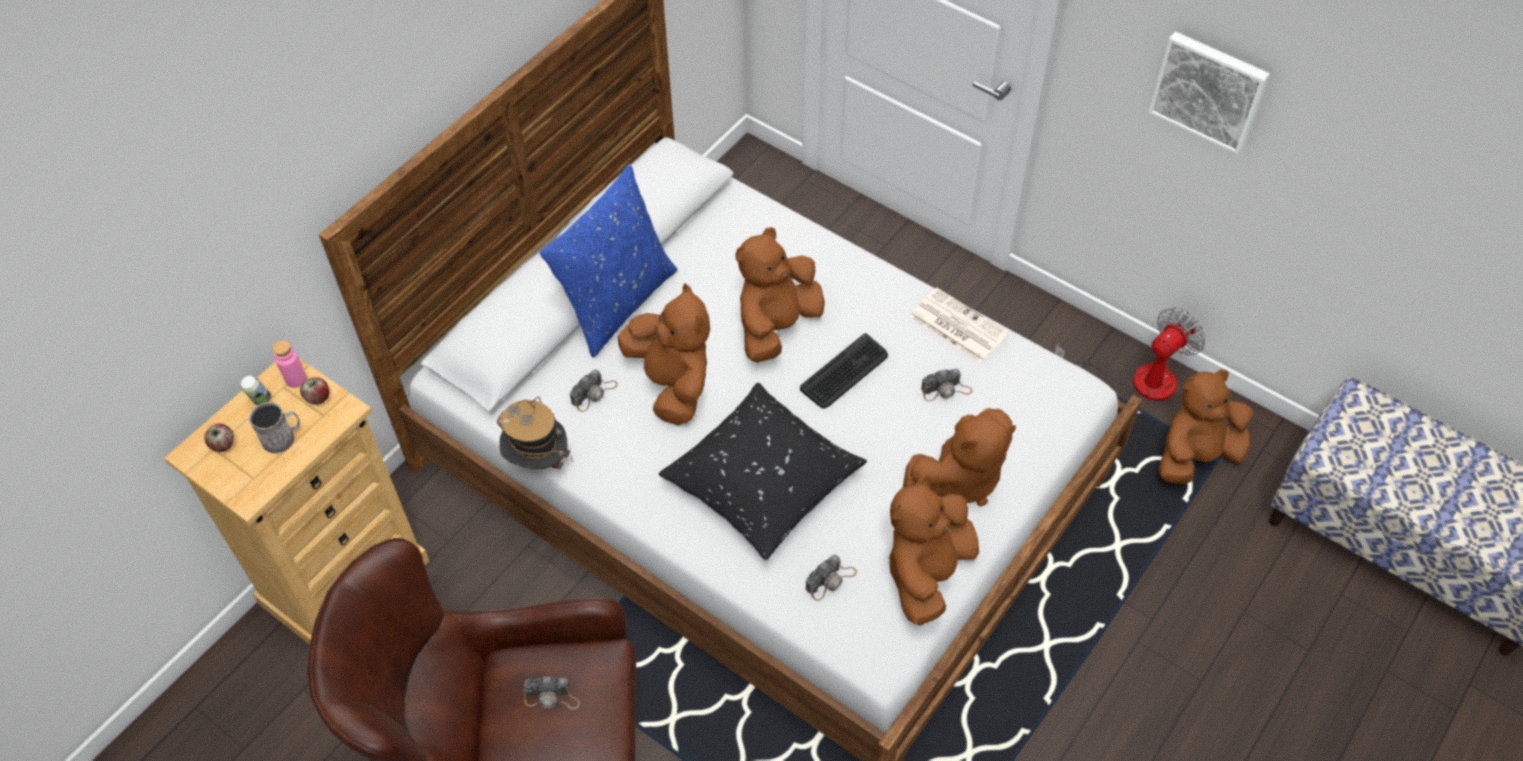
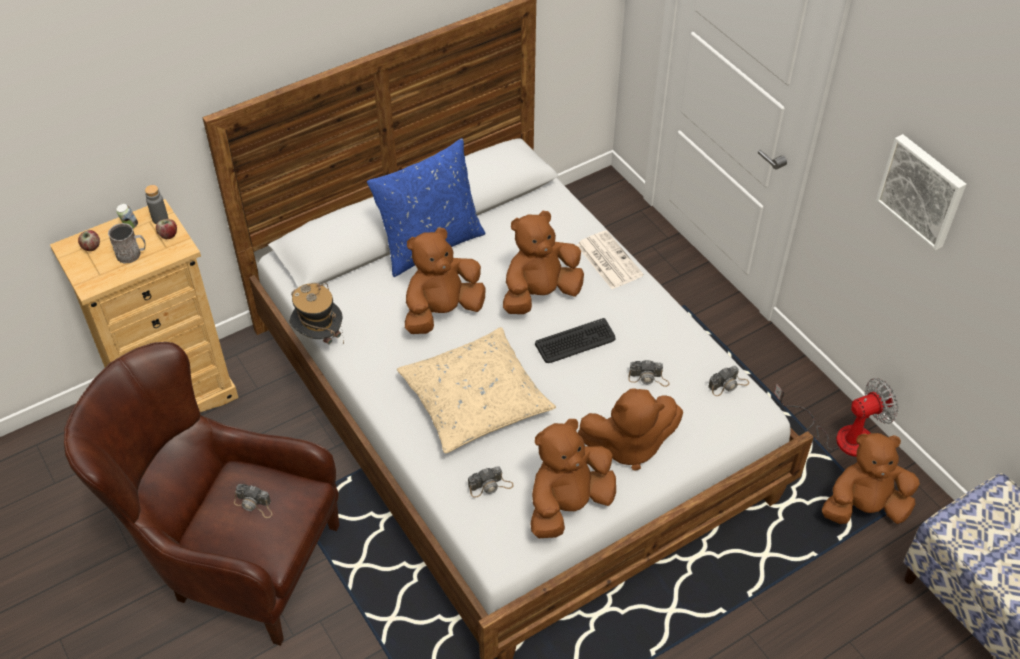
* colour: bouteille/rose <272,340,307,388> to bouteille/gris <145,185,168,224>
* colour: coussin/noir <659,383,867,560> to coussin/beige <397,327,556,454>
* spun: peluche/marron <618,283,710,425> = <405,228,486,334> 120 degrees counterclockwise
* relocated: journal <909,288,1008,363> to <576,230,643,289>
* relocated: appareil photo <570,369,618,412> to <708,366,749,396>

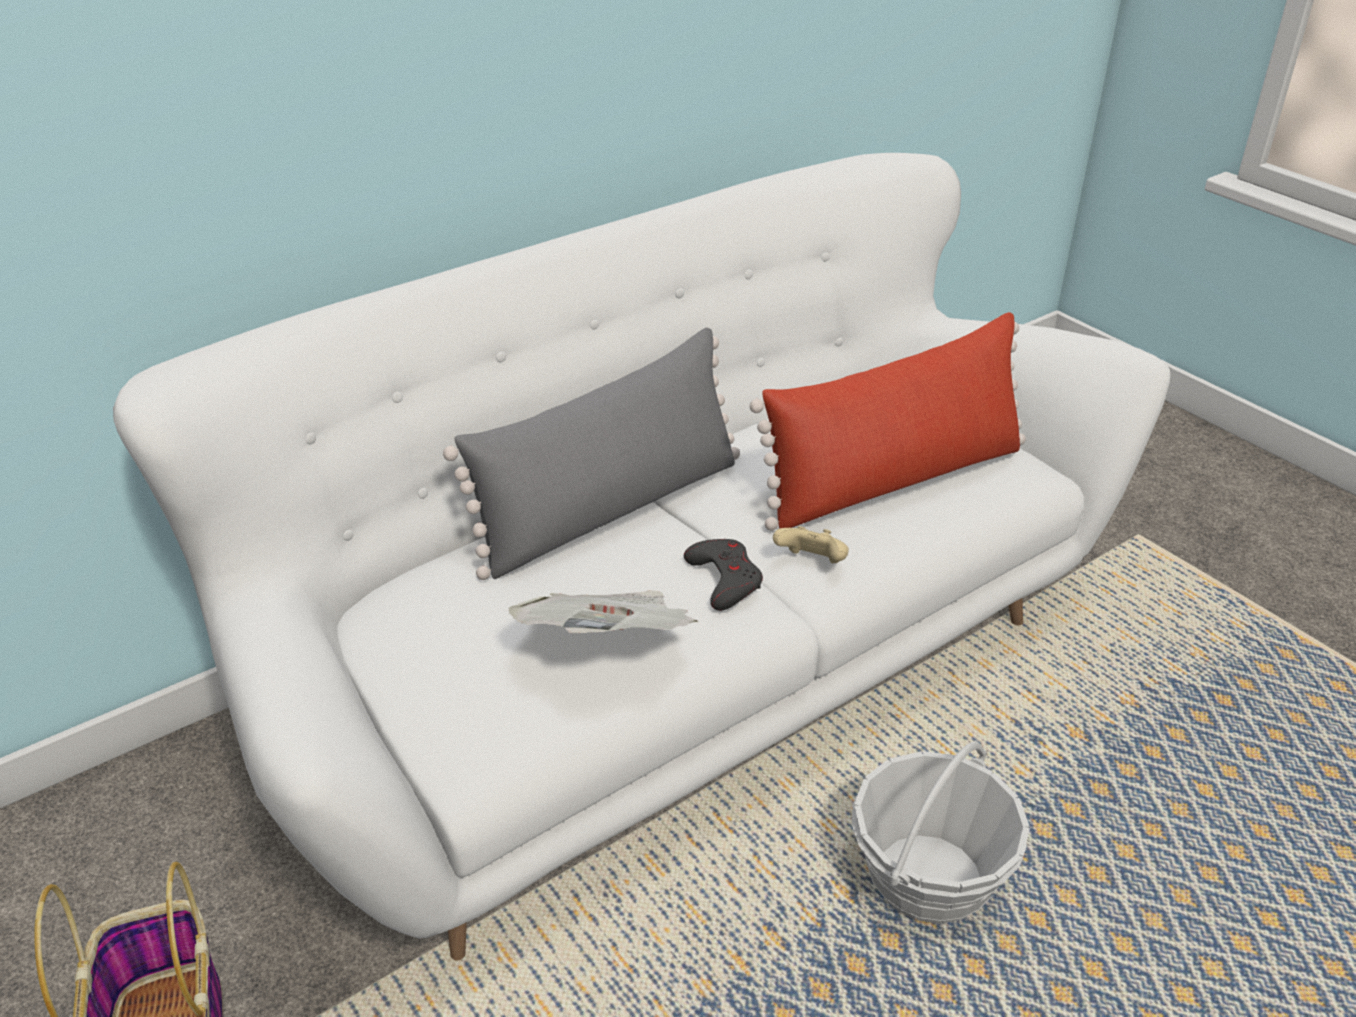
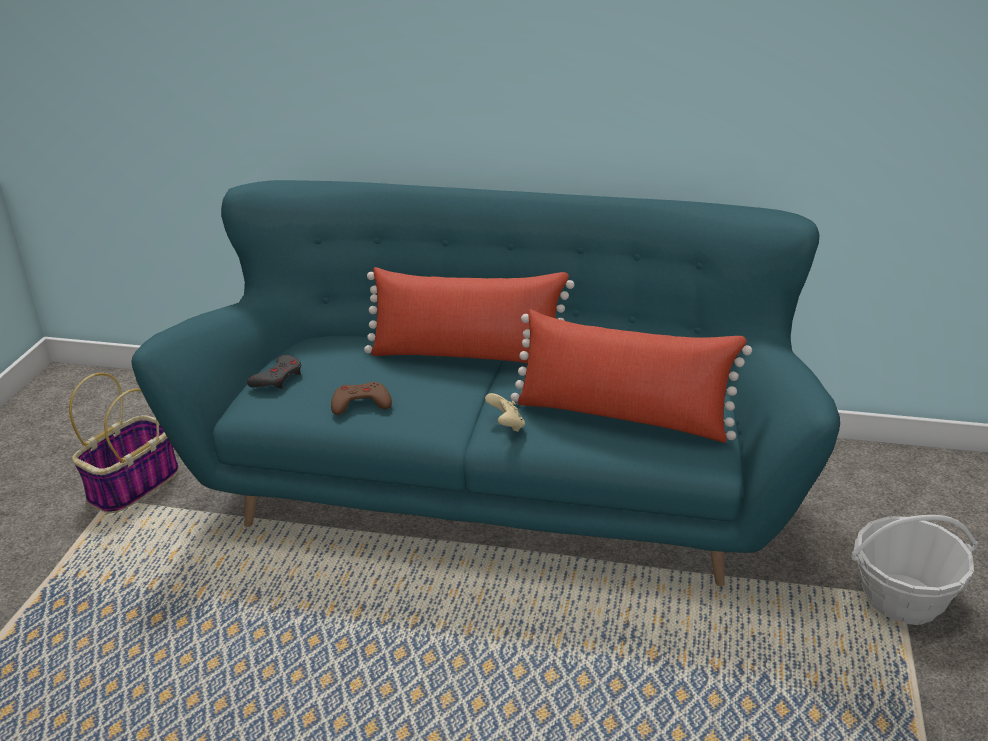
* colour: canapé/blanc <113,153,1170,960> to canapé/turquoise <132,180,840,586>
* relocated: manette/gris <684,539,763,611> to <247,355,301,389>
* exchanged: journal <509,590,698,633> to manette/marron <331,382,392,415>
* colour: coussin/gris <443,328,740,580> to coussin/rouge <364,267,574,363>
* relocated: panier <852,741,1030,924> to <851,515,978,625>

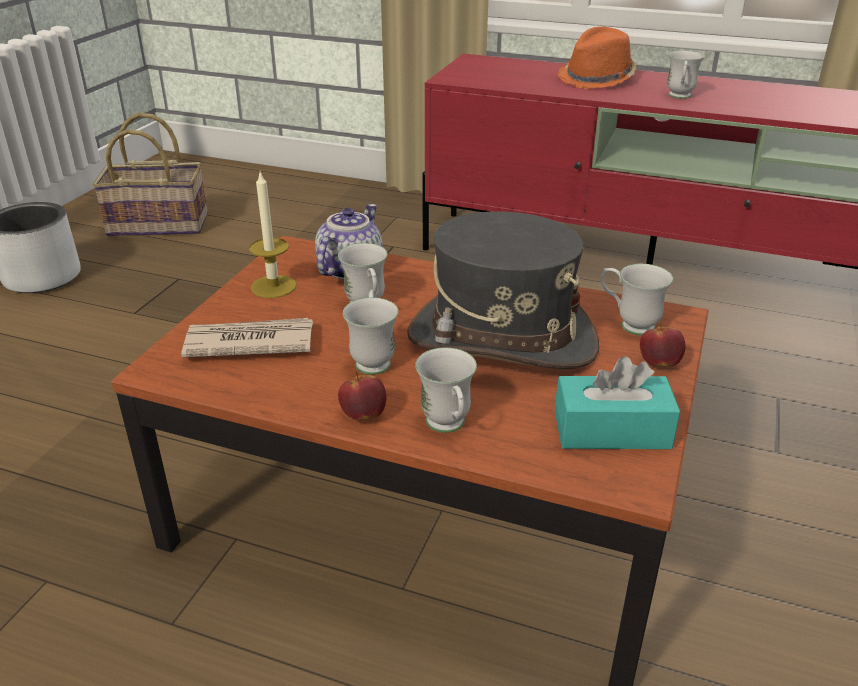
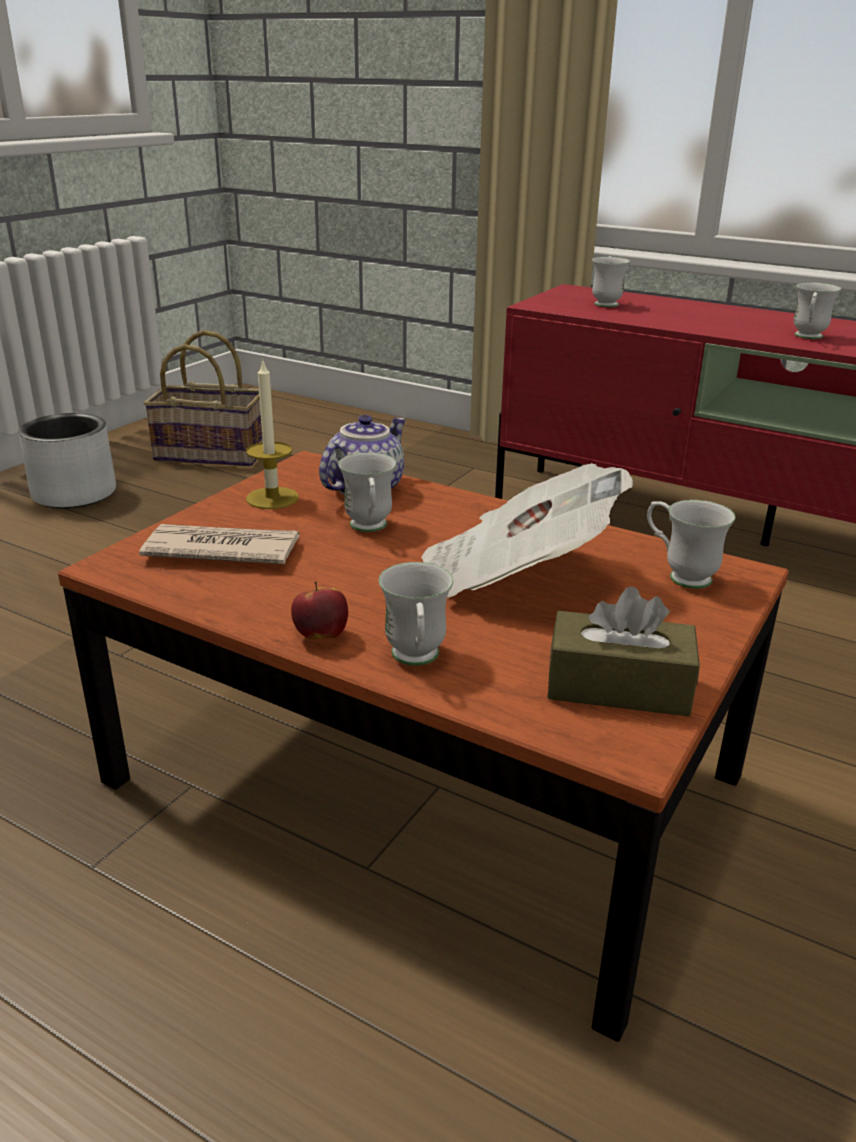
* exchanged: chapeau/gris <407,211,599,369> to journal <421,463,633,598>
* colour: boîte à mouchoirs/turquoise <555,356,681,449> to boîte à mouchoirs/marron <547,586,700,716>
* relocated: mug/blanc <343,291,399,375> to <592,256,630,307>
* missing: chapeau/orange <558,27,636,89>
* missing: pomme <640,322,686,366>

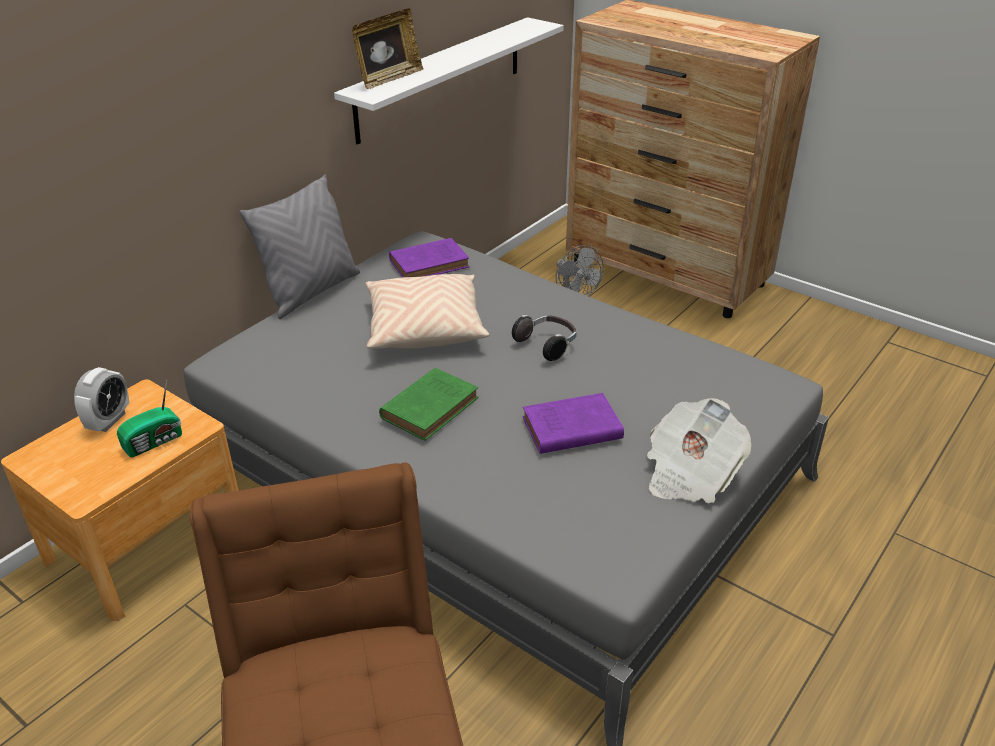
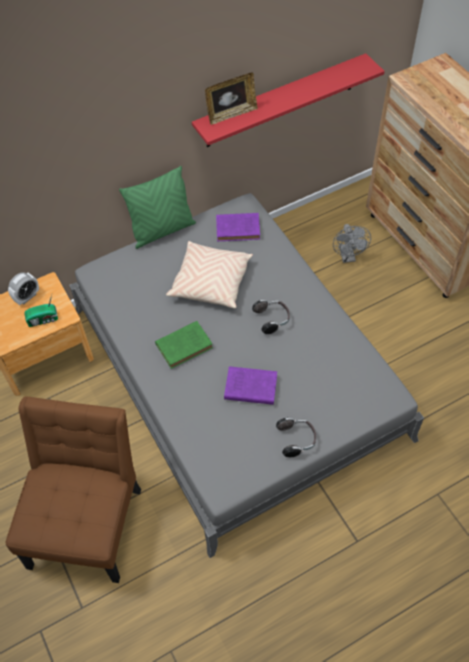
* colour: coussin/gris <239,174,360,319> to coussin/vert <119,166,196,249>
* colour: étagère/blanc <334,17,564,144> to étagère/rouge <192,53,385,147>
* exchanged: journal <647,398,752,503> to casque audio <276,417,316,457>

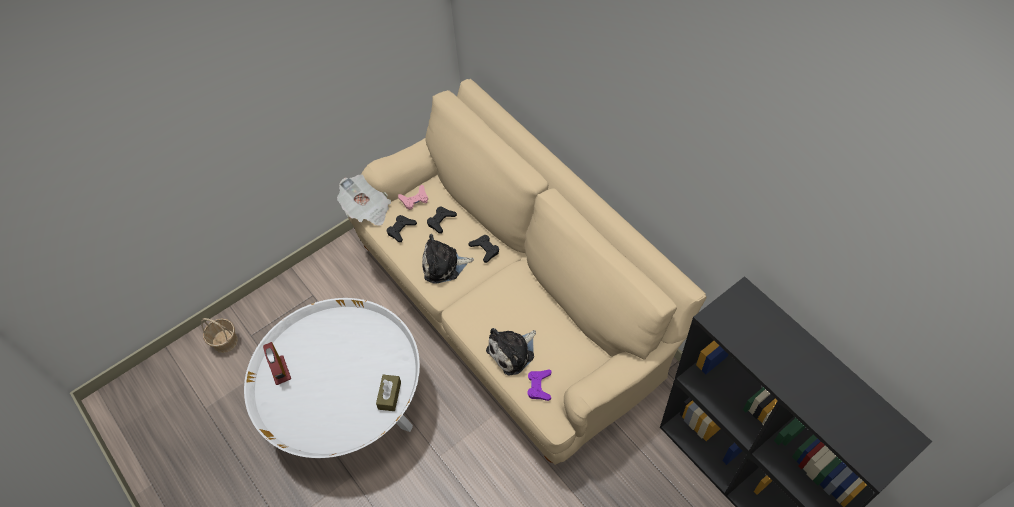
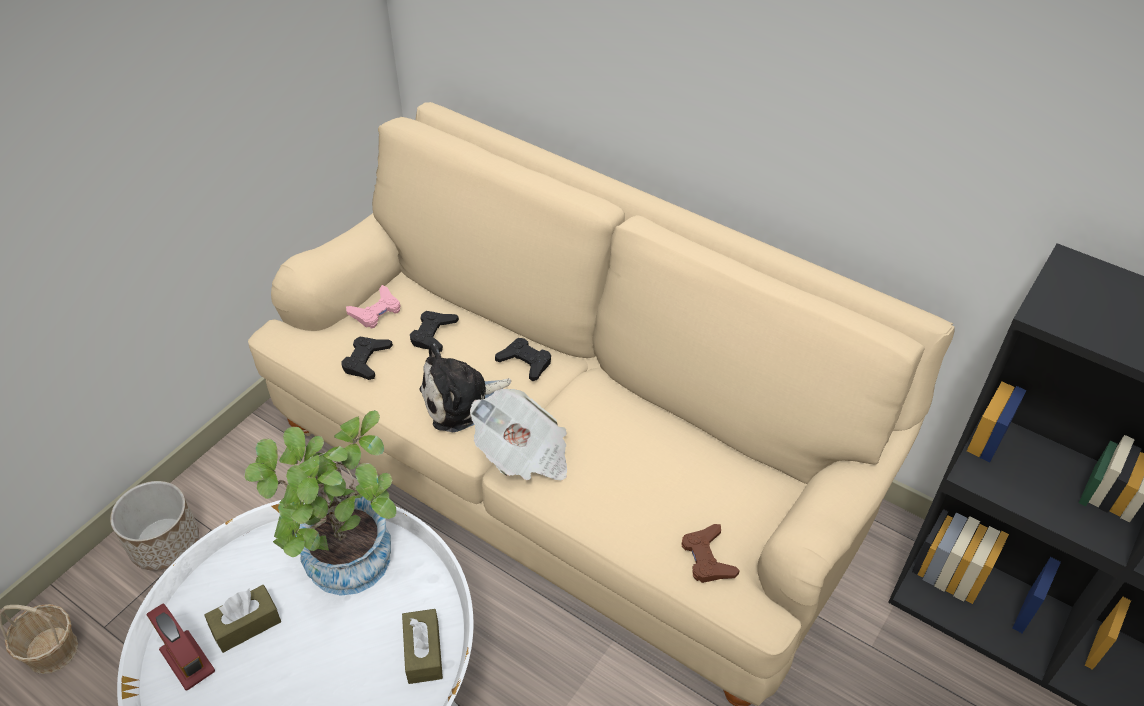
* appeared: cache-pot <110,481,199,571>
* appeared: boîte à mouchoirs/marron <204,585,281,653>
* appeared: plante en pot <245,410,396,596>
* relocated: journal <337,174,391,226> to <470,389,567,480>
* colour: manette/violet <527,369,552,401> to manette/marron <681,524,740,583>
* missing: peluche <486,328,536,375>

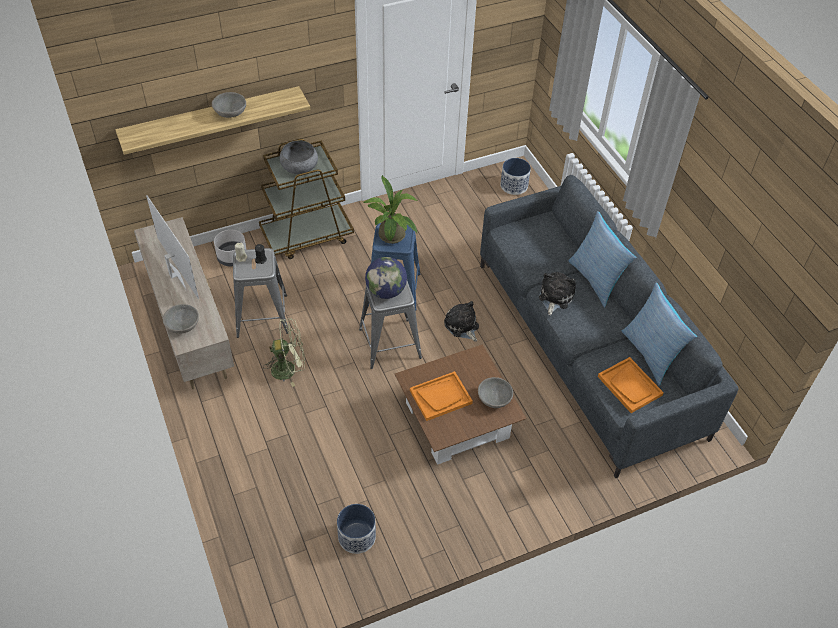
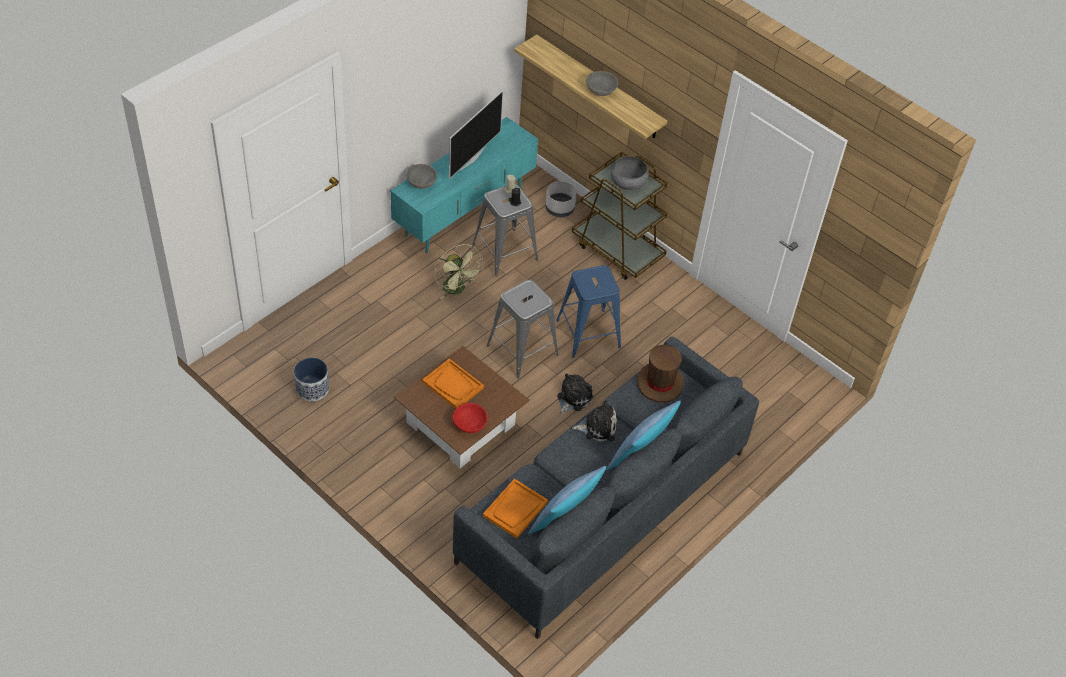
* colour: meuble télé/beige <134,217,234,389> to meuble télé/turquoise <390,117,539,253>
* colour: bol/gris <478,377,513,408> to bol/rouge <453,403,488,433>
* appeared: chapeau/marron <638,345,684,402>
* missing: plante en pot <363,175,418,244>
* missing: globe <365,257,407,299>
* missing: cache-pot <500,158,531,195>

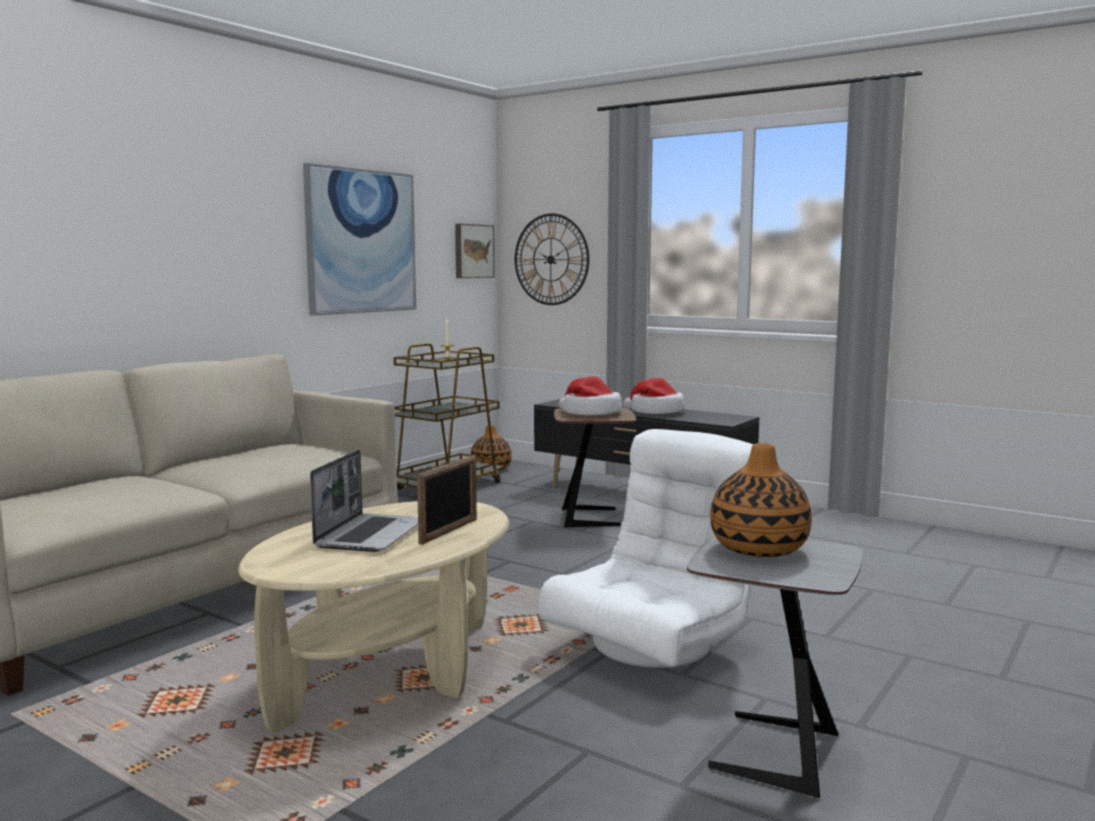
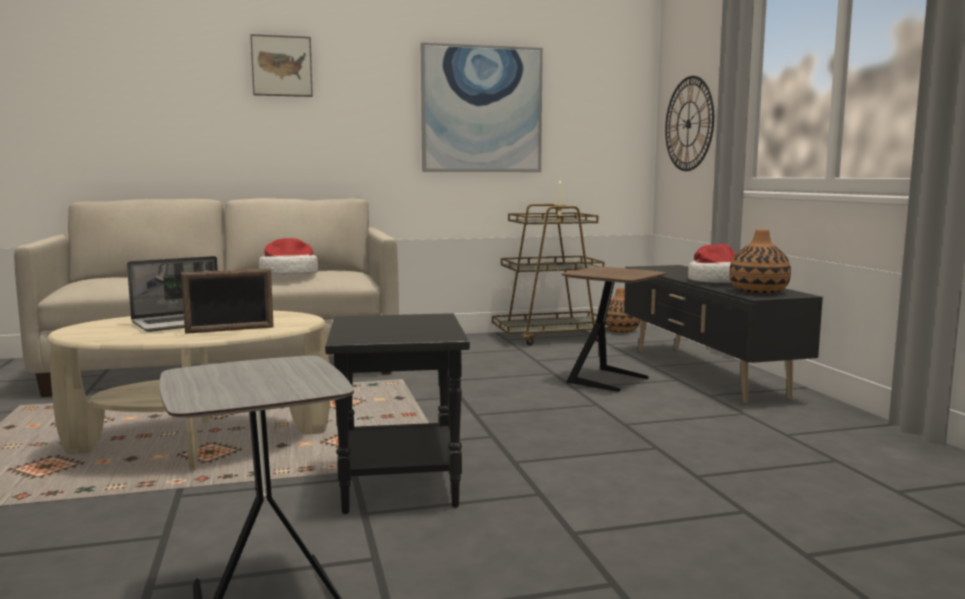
* relocated: tableau <455,224,494,278> to <250,34,313,97>
* relocated: chapeau <559,376,622,415> to <259,238,318,276>
* exchanged: fauteuil/blanc <539,429,753,668> to table d'appoint/noir <325,313,470,514>
* relocated: vase <710,443,812,557> to <729,229,791,294>

